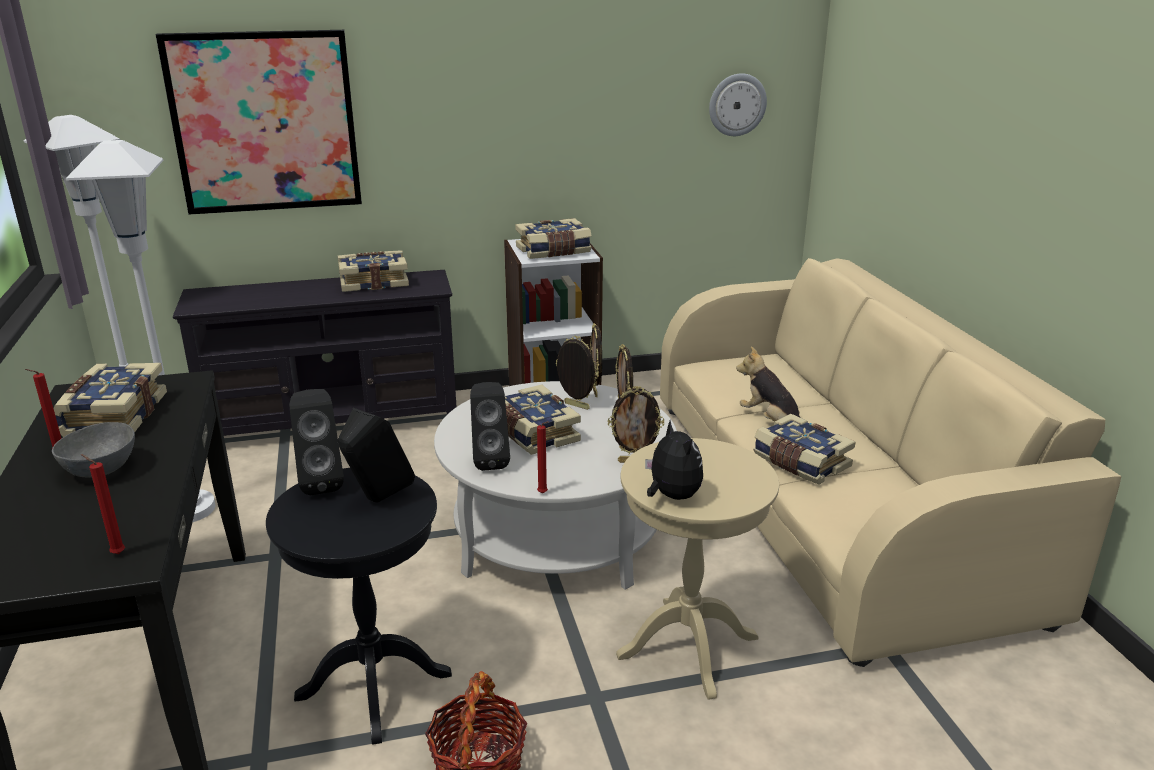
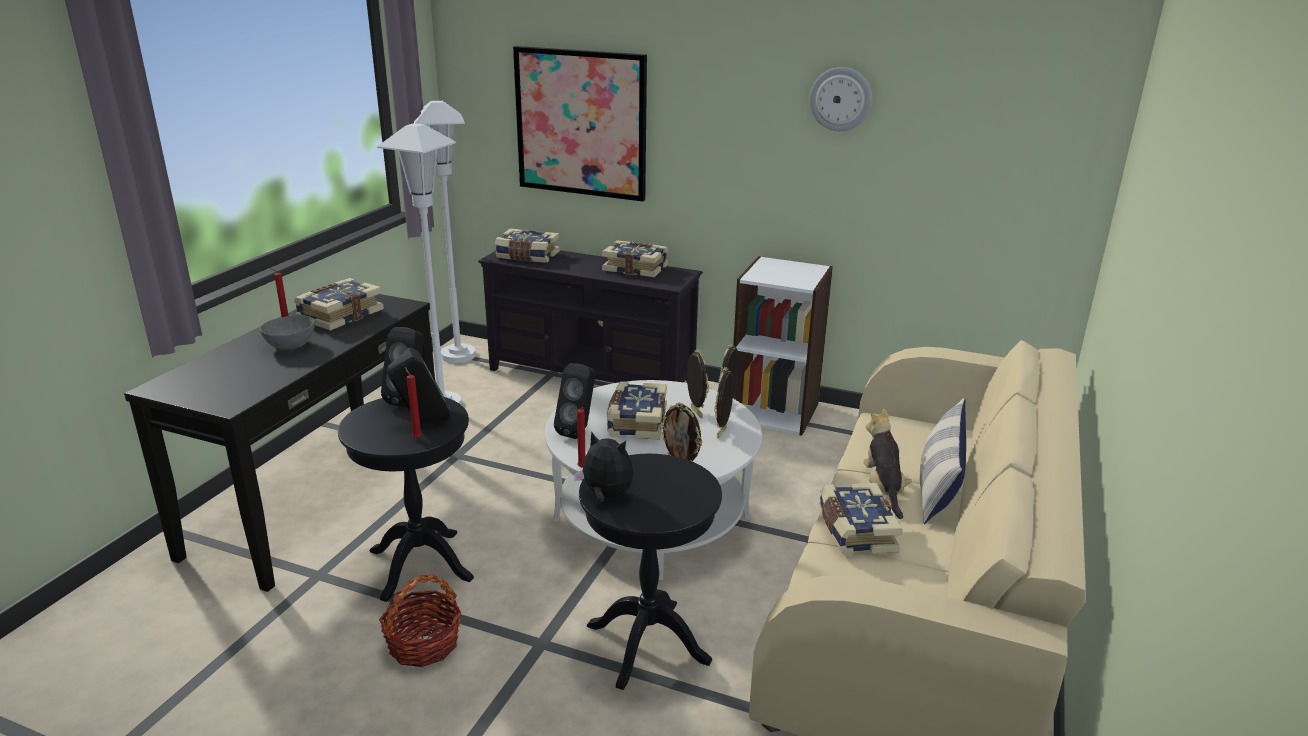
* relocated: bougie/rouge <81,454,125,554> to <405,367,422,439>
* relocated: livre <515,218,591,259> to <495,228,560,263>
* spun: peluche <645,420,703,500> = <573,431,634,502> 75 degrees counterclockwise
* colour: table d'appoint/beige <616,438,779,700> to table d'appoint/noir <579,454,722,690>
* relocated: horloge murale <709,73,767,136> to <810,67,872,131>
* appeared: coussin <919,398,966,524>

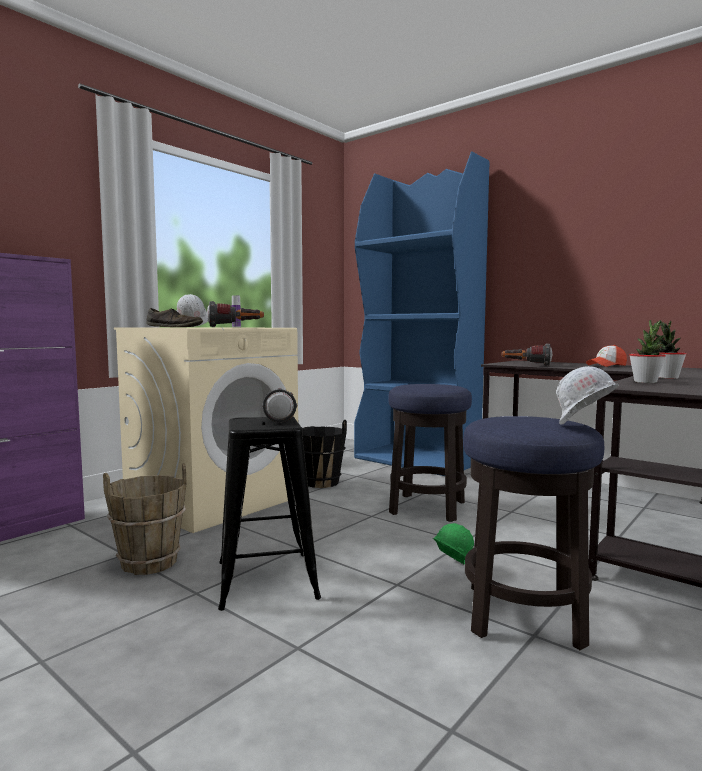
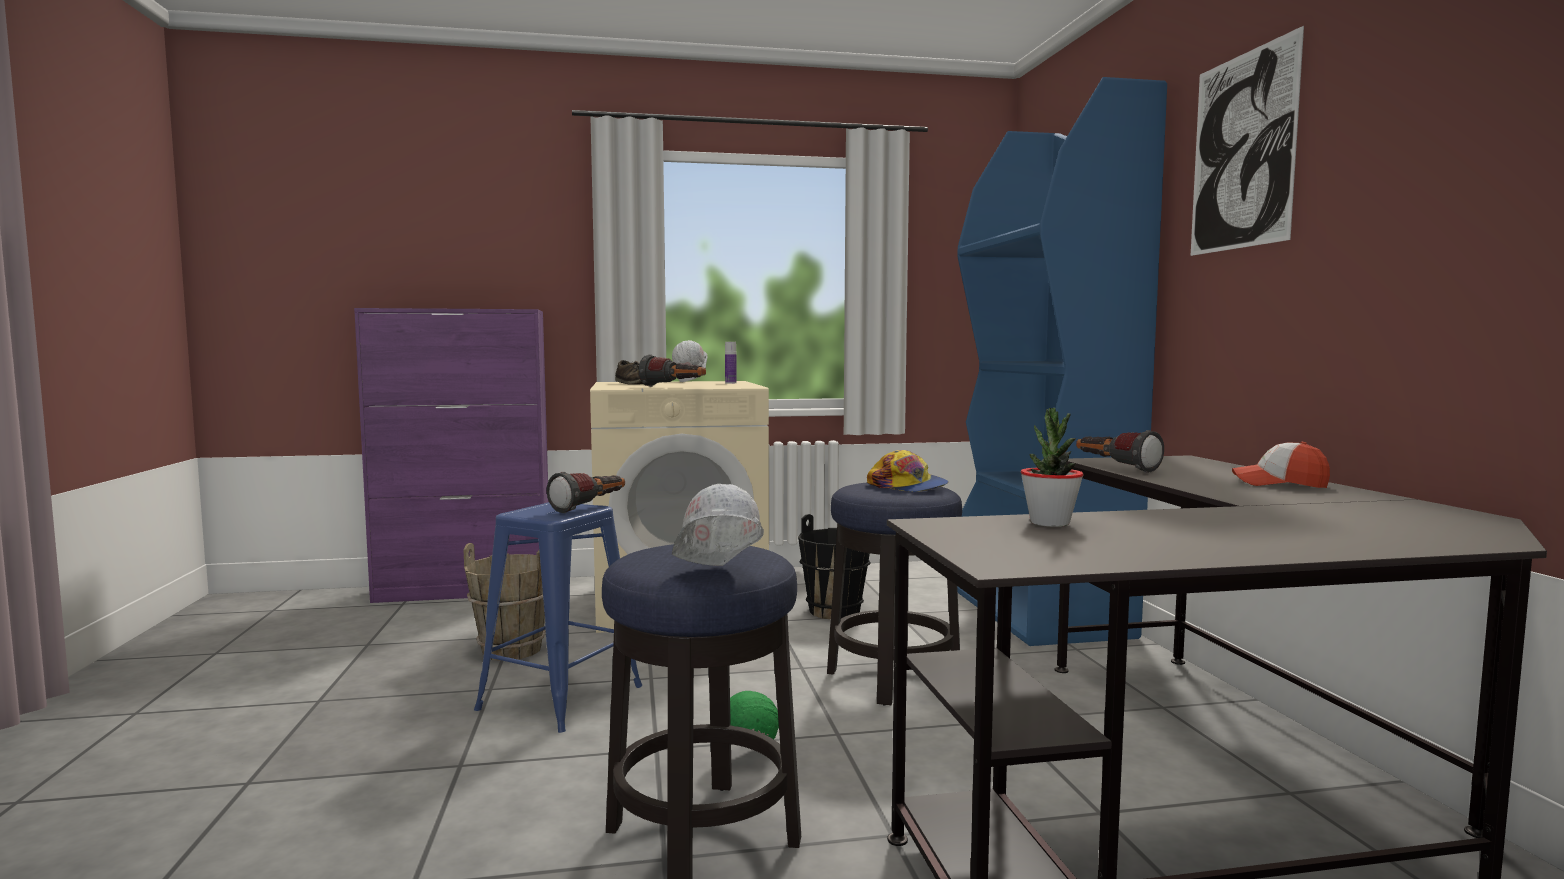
* colour: tabouret/noir <218,417,321,611> to tabouret/bleu <474,502,642,733>
* appeared: casquette <867,450,949,492>
* appeared: tableau <1191,26,1304,256>
* missing: plante en pot <656,321,687,379>

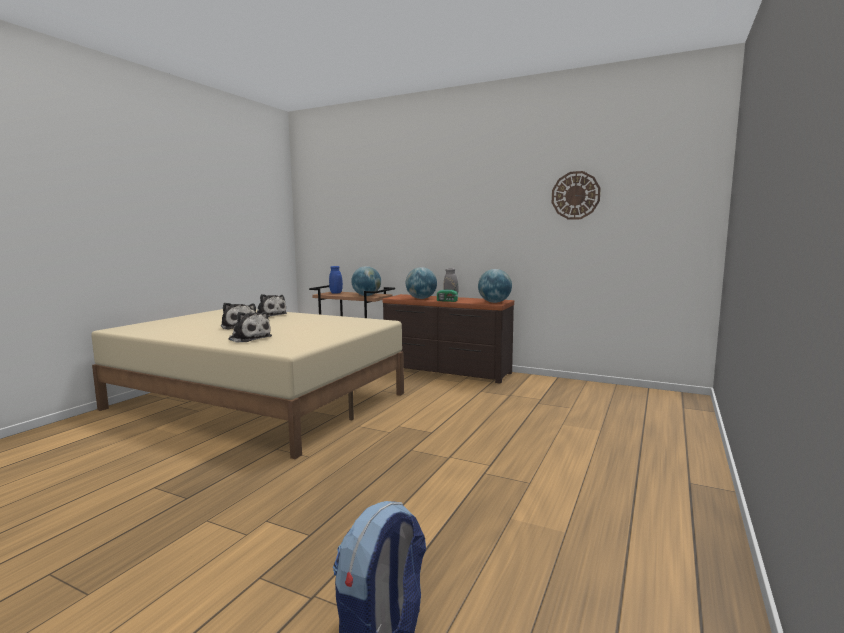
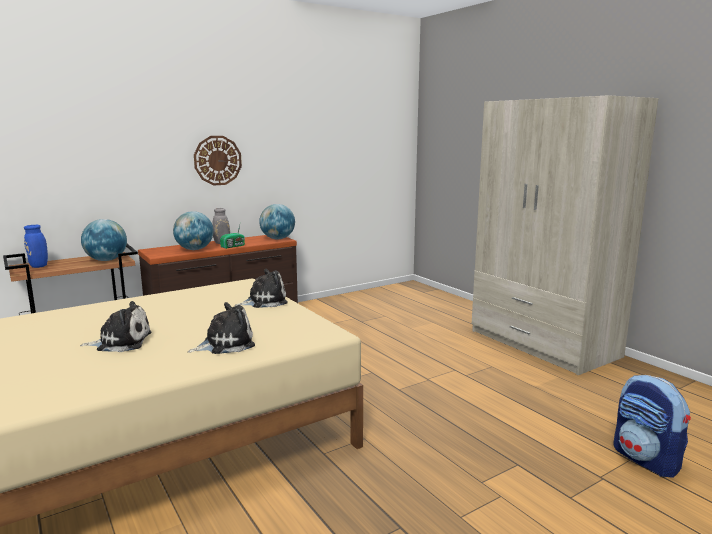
* relocated: horloge murale <552,171,601,220> to <194,136,242,186>
* relocated: peluche <257,294,287,317> to <235,269,288,308>
* appeared: armoire/beige <472,95,659,375>

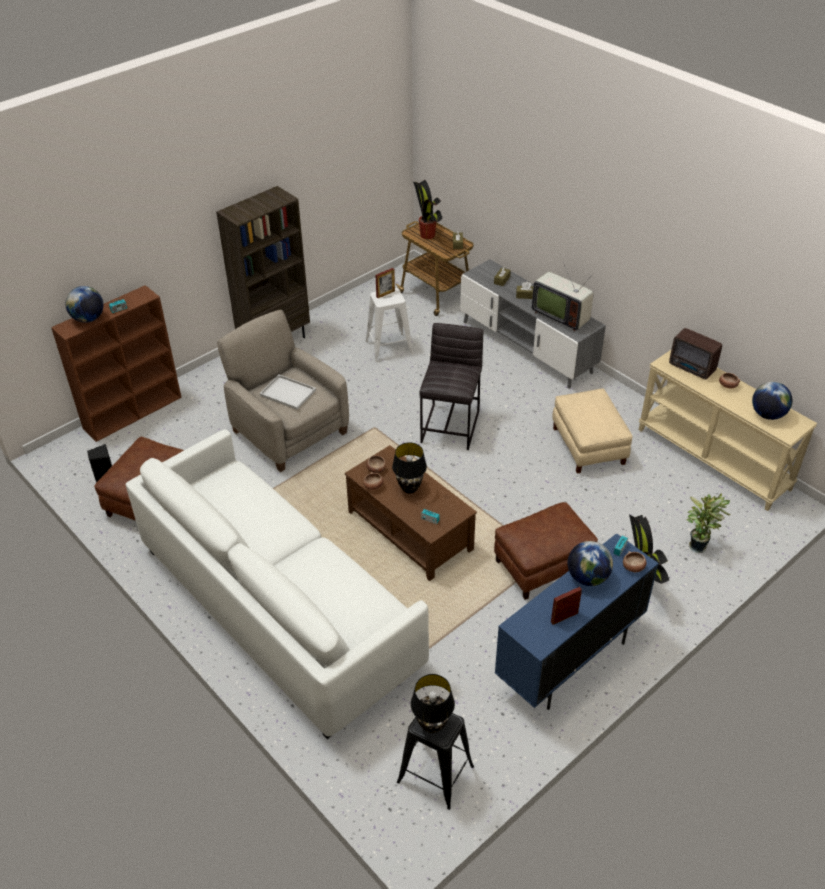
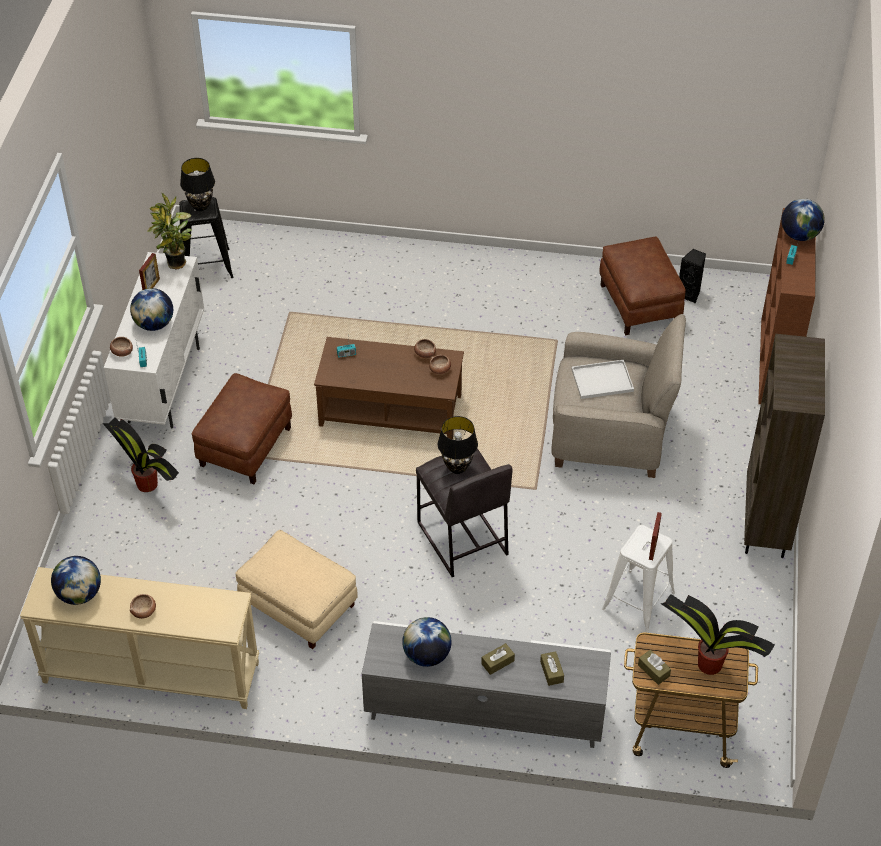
* colour: meuble de rangement/bleu <495,533,659,710> to meuble de rangement/blanc <104,252,204,428>
* relocated: plante en pot <686,493,731,553> to <147,193,192,270>
* exchanged: téléviseur <532,262,594,331> to globe <402,617,452,667>
* relocated: lampe de table/noir <392,442,427,494> to <438,416,478,474>
* missing: canapé/blanc <126,429,429,739>
* missing: radio <669,328,722,380>

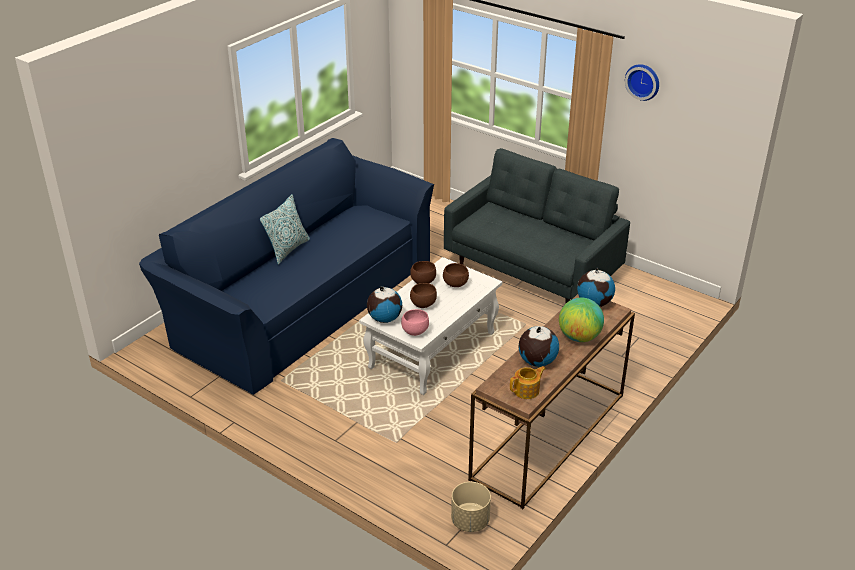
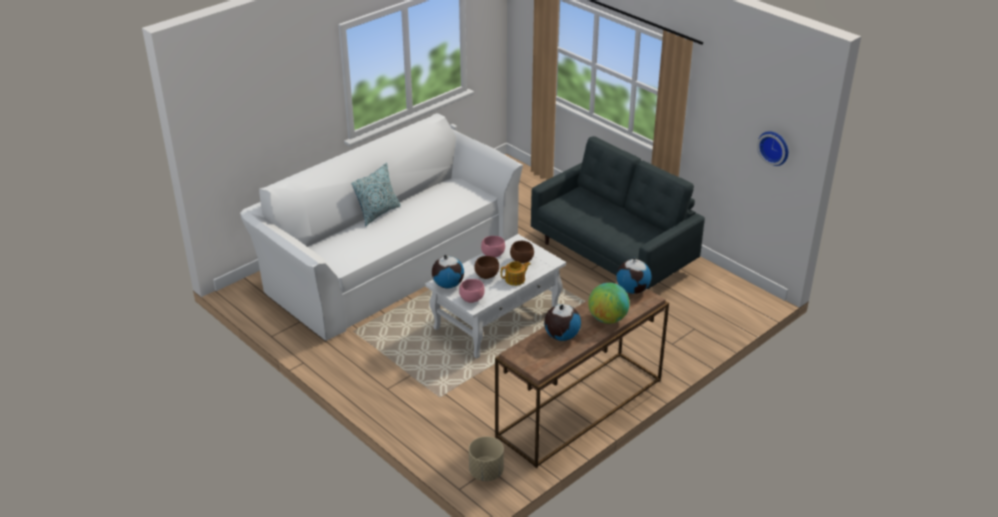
* colour: canapé/bleu <139,138,434,395> to canapé/blanc <240,113,523,341>
* colour: bol/marron <410,261,436,284> to bol/rose <481,236,505,258>
* relocated: théière <510,366,546,399> to <501,261,531,286>
* relocated: horloge murale <625,64,659,101> to <757,131,788,166>

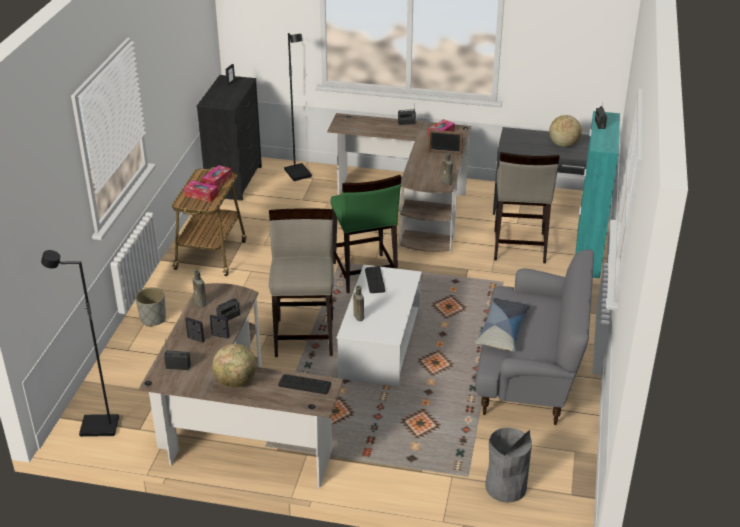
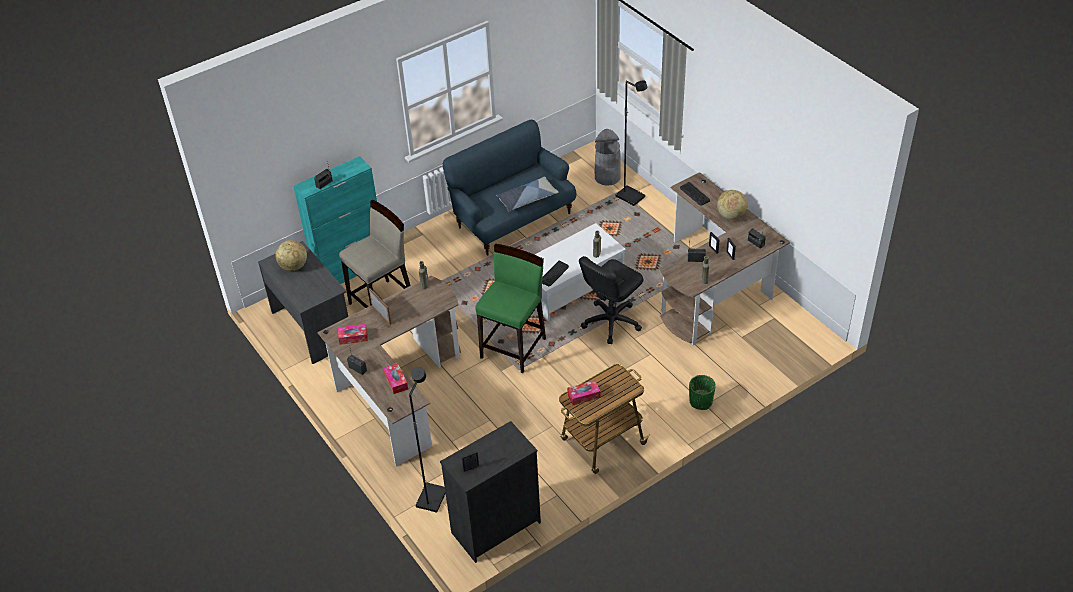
* relocated: boîte à mouchoirs <184,180,218,202> to <383,363,408,394>
* colour: canapé/gris <475,250,594,425> to canapé/bleu <443,120,577,256>
* exchanged: tabouret/beige <269,208,334,357> to chaise de bureau/noir <579,256,643,344>
* relocated: lampadaire/noir <41,250,119,437> to <616,80,647,206>
* colour: cache-pot/gris <135,288,166,326> to cache-pot/vert <689,375,716,410>

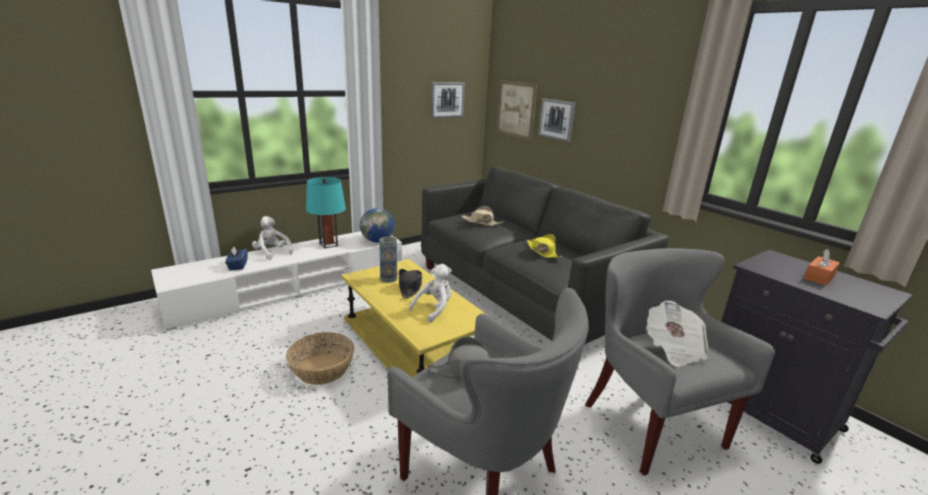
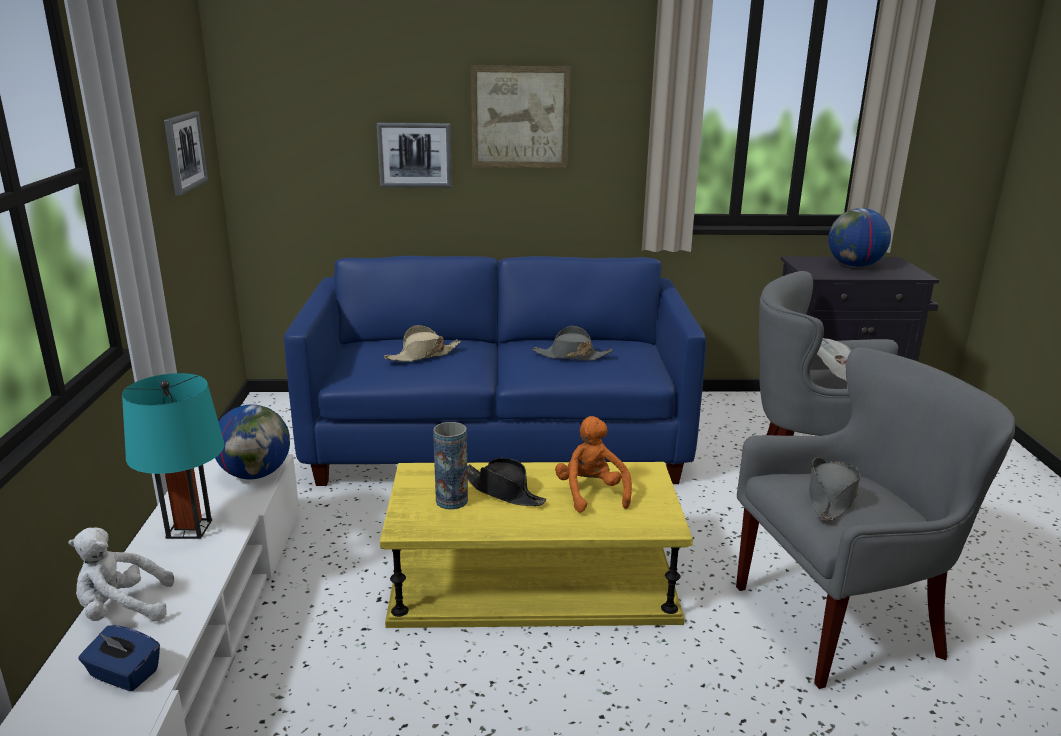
* colour: canapé/gris <421,167,669,344> to canapé/bleu <284,256,706,486>
* relocated: tableau <497,80,538,140> to <471,65,571,168>
* colour: chapeau/jaune <527,234,562,258> to chapeau/gris <533,326,613,361>
* colour: peluche/blanc <408,264,452,323> to peluche/orange <555,416,632,513>
* exchanged: boîte à mouchoirs/orange <804,249,840,285> to globe <828,208,891,267>
* missing: panier <286,332,354,385>

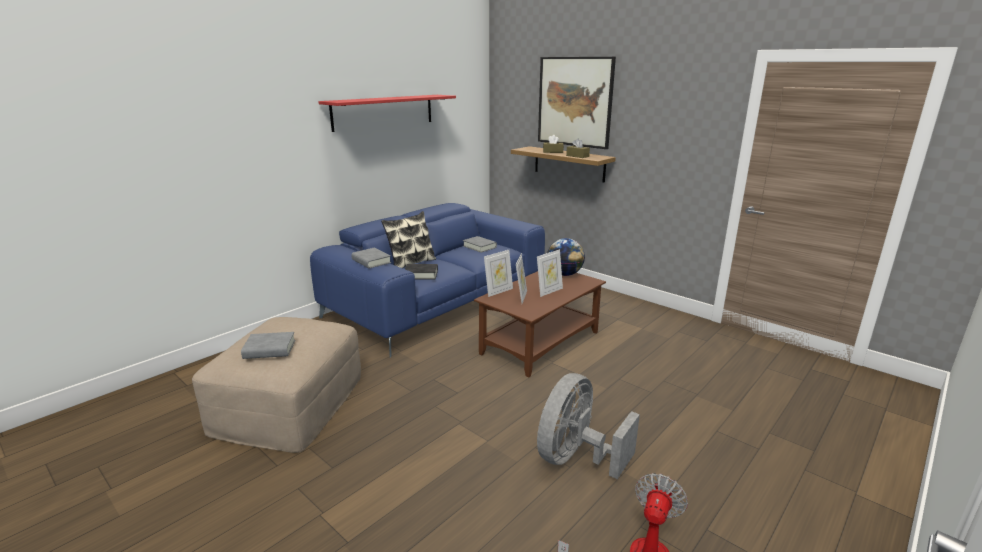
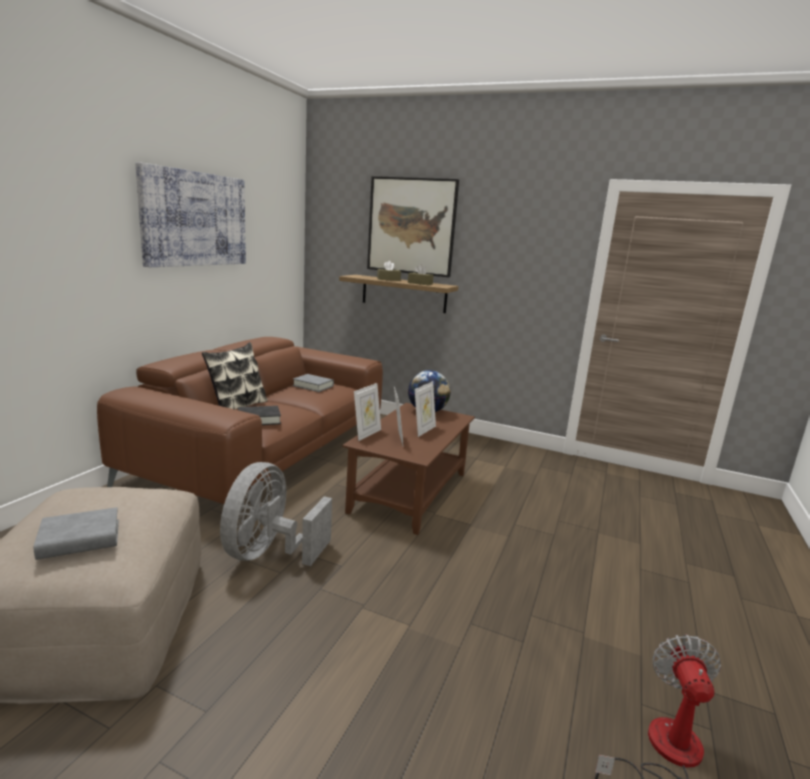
* colour: canapé/bleu <310,203,545,357> to canapé/marron <97,337,383,504>
* exchanged: étagère/rouge <318,95,456,132> to tableau <135,162,246,267>
* relocated: ventilateur/gris <537,373,640,479> to <220,462,332,566>
* missing: livre/gris <351,248,391,269>

